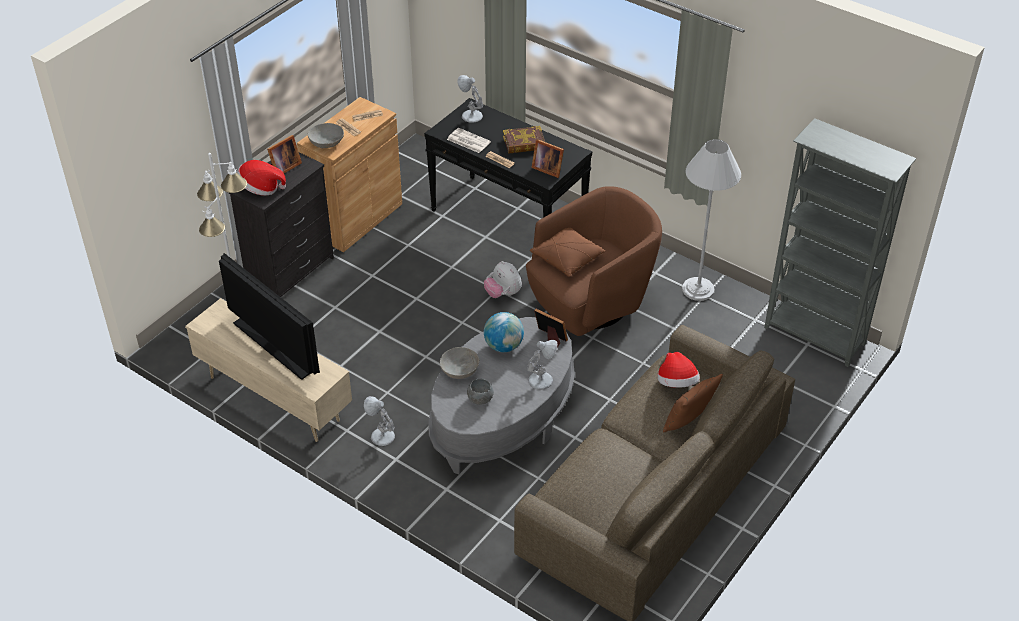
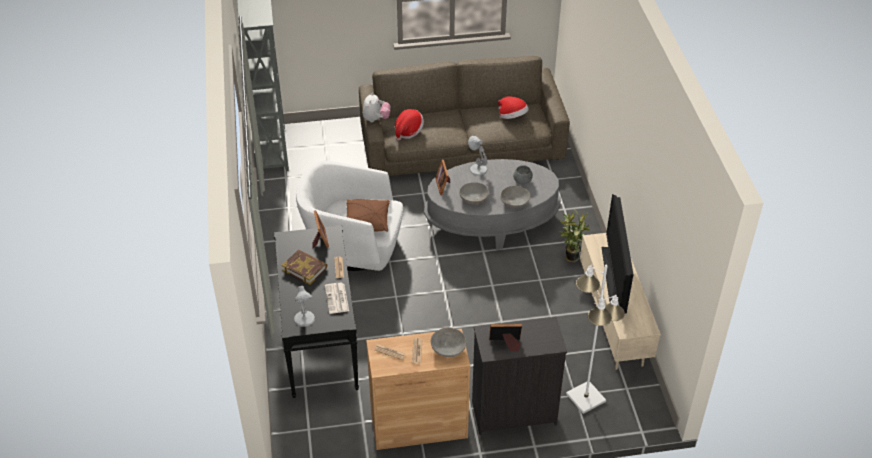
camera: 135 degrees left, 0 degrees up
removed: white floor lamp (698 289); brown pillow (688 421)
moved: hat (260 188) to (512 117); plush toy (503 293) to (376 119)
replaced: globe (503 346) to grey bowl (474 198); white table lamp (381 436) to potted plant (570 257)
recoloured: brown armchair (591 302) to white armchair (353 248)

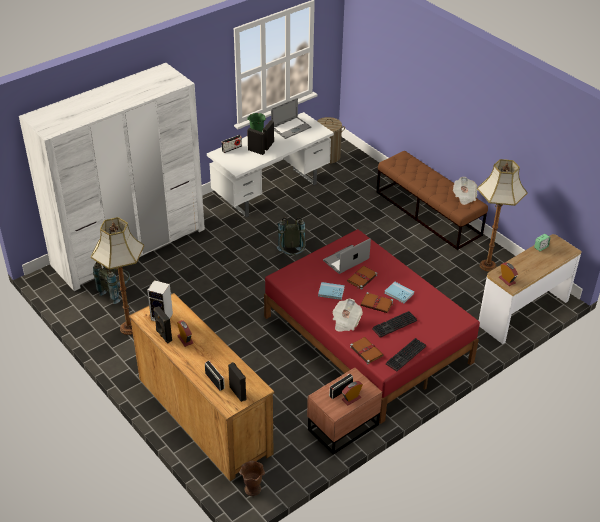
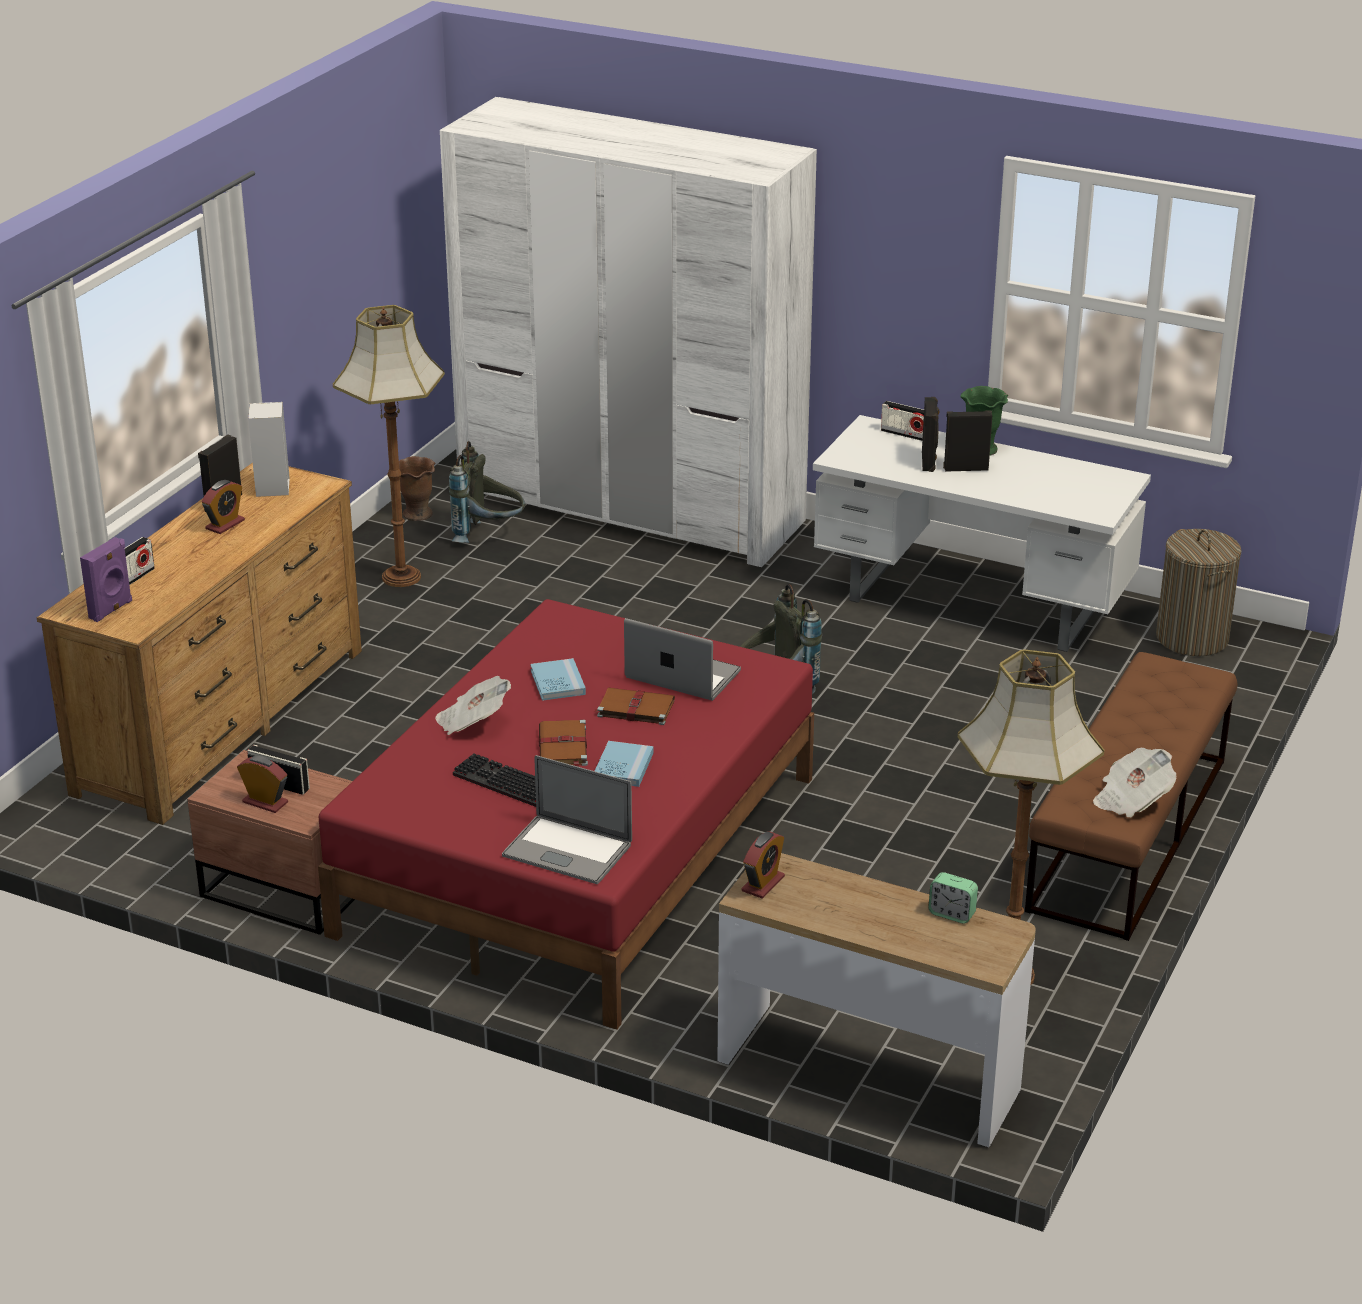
camera: 65 degrees right, 10 degrees down
removed: brown book (365 351); keyboard (406 356)
moved: laptop (291 128) to (567 850); brown vase (252 489) to (417 514)
recoloured: black speaker (238 393) to purple speaker (112 610)

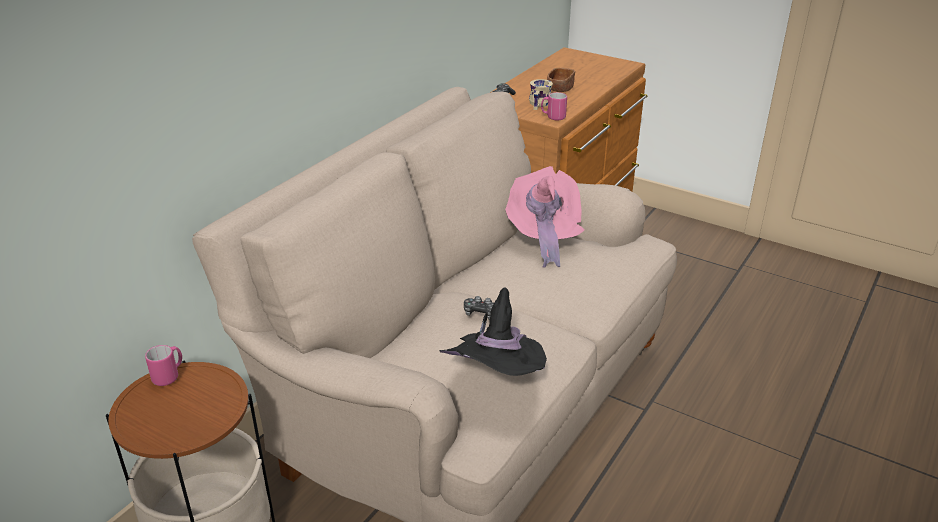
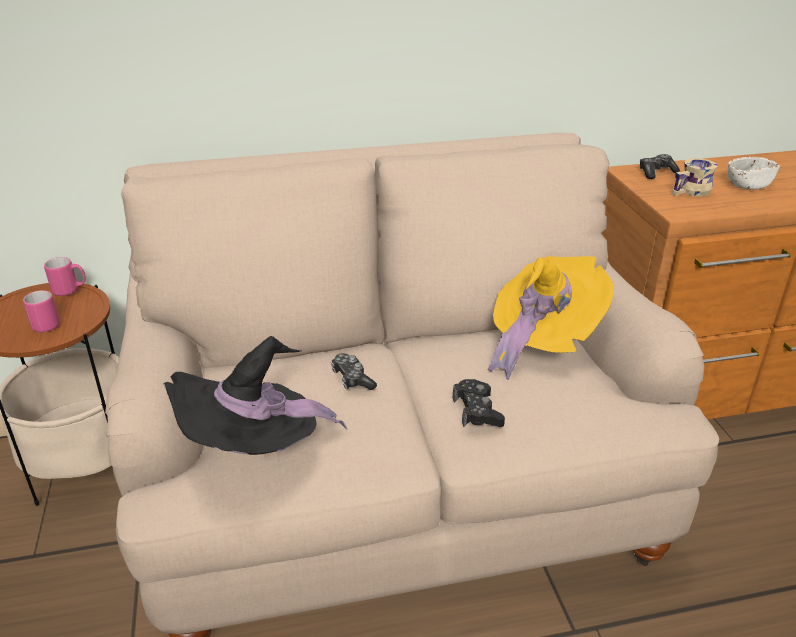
camera: 45 degrees right, 0 degrees up
added: black game controller (477 411)
moved: pink mug (553 117) to (45 324)
recoloured: brown bowl (560 89) to white bowl (748 185); pink hat (542 236) to yellow hat (541 340)

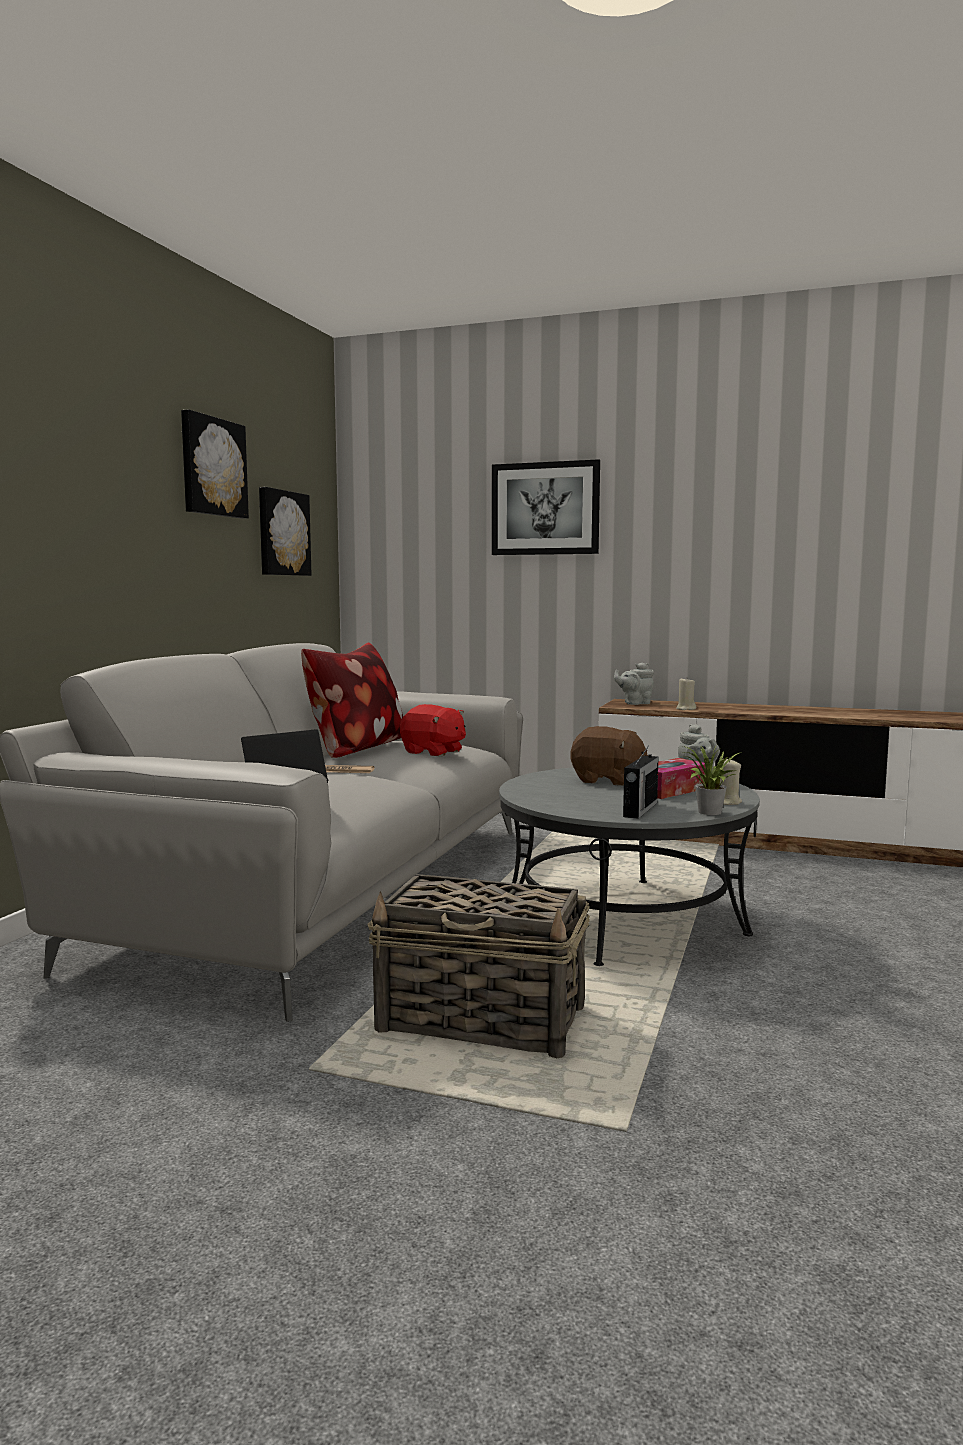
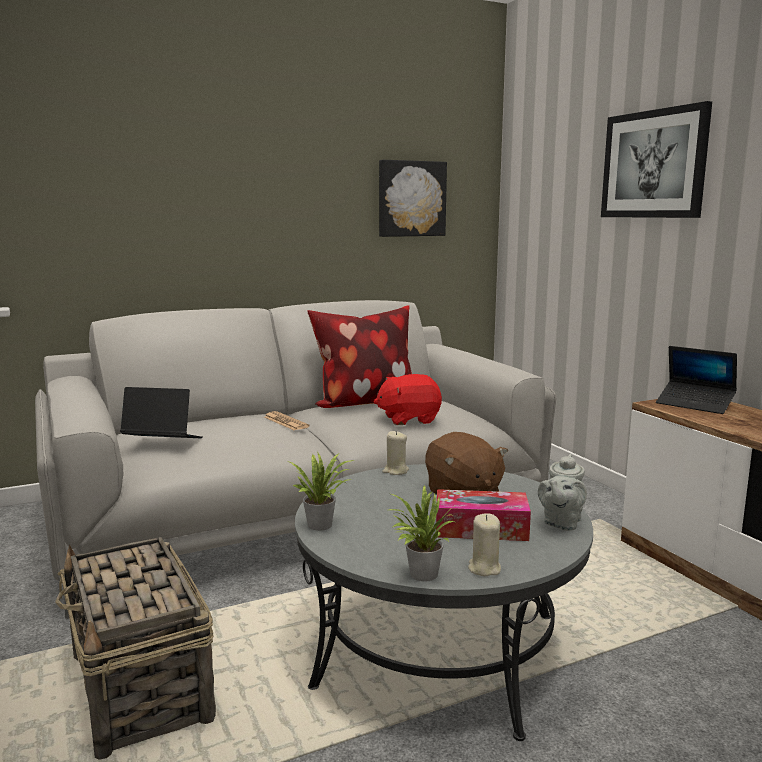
camera: 45 degrees right, 5 degrees up
removed: picture (212 467); radio (639 810)
added: potted plant (322 524)
moved: beige candle (685 709) to (395 471)
replaced: grey teapot (635 703) to laptop (695 404)
turned: red plush toy (433 752) = (408 419) 90 degrees clockwise

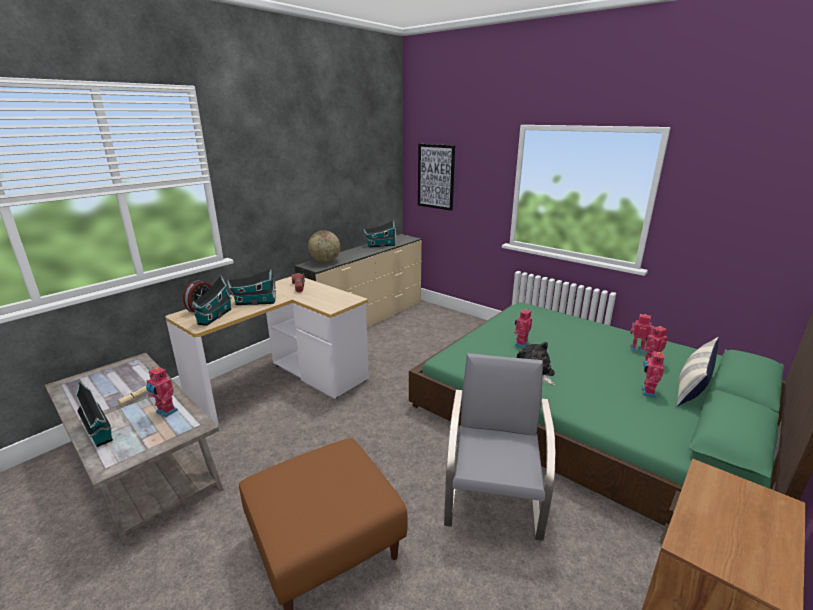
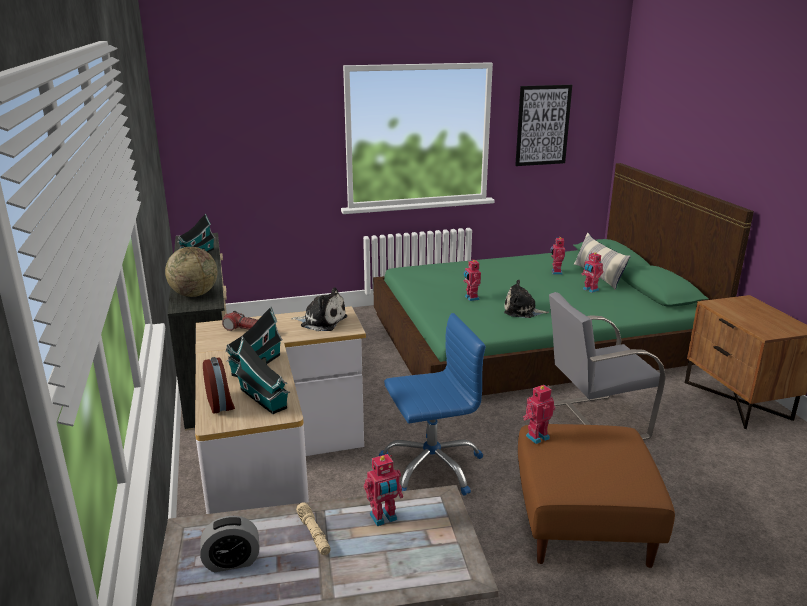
camera: 55 degrees left, 0 degrees up
removed: toy house (98 432)
added: plush toy (321 321); blue office chair (431 466); alarm clock (232 562)
moved: picture (436 176) to (542 125); toy robot (637 349) to (536 436)
turned: grey chair (493 501) = (594 420) 60 degrees counterclockwise

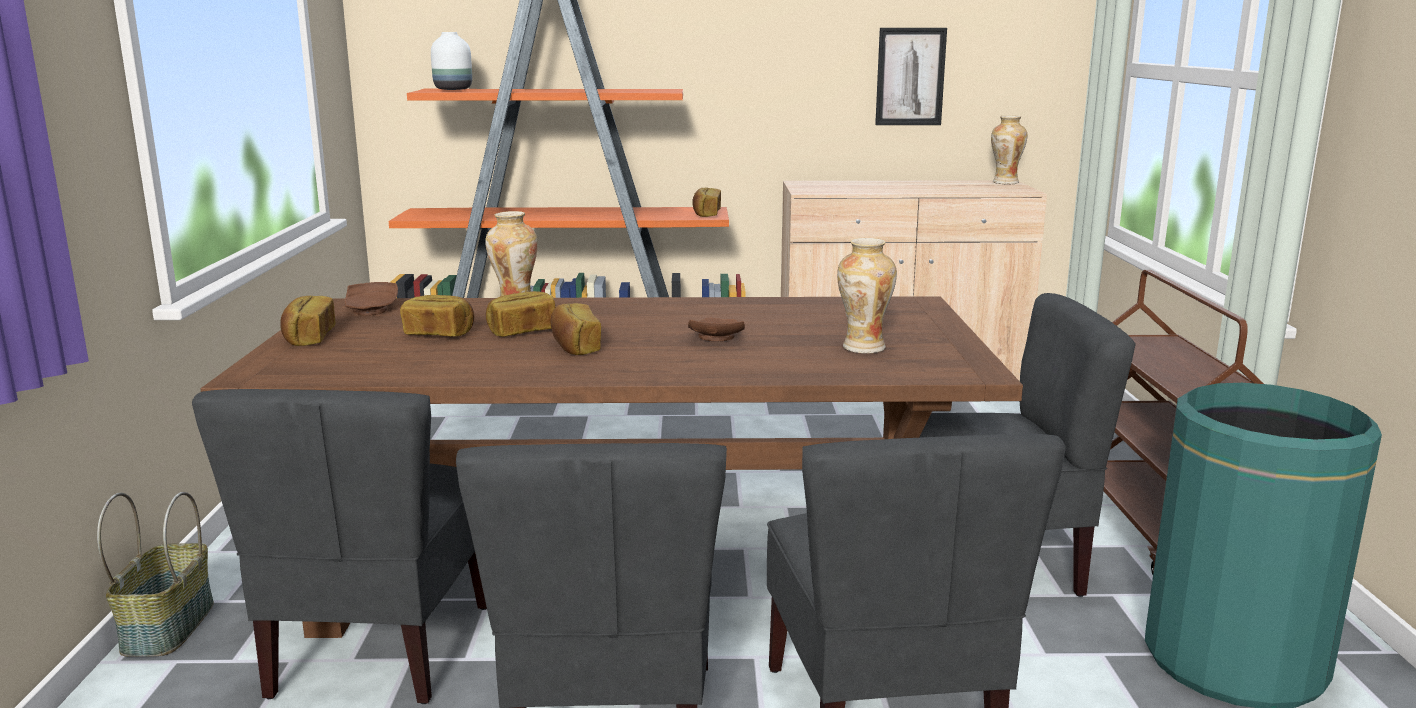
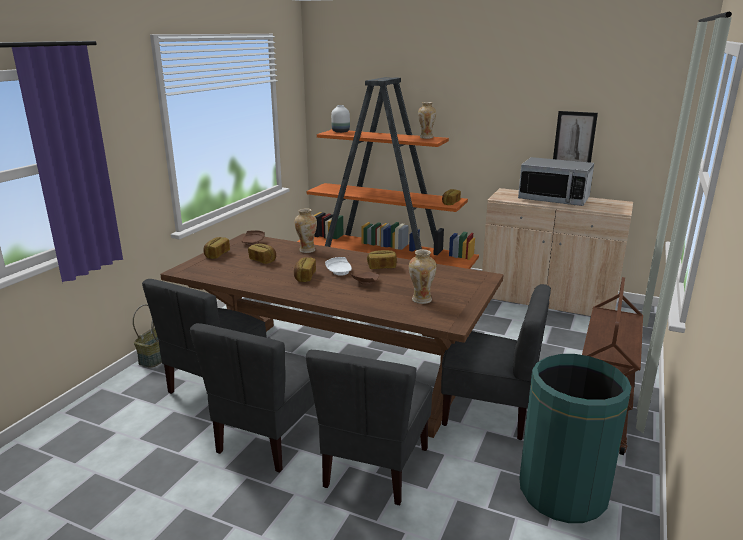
camera: 25 degrees right, 5 degrees up
added: microwave (554 199); white plate (340 271)
moved: vase (1005 182) to (426 137); bread (522 331) to (382 267)

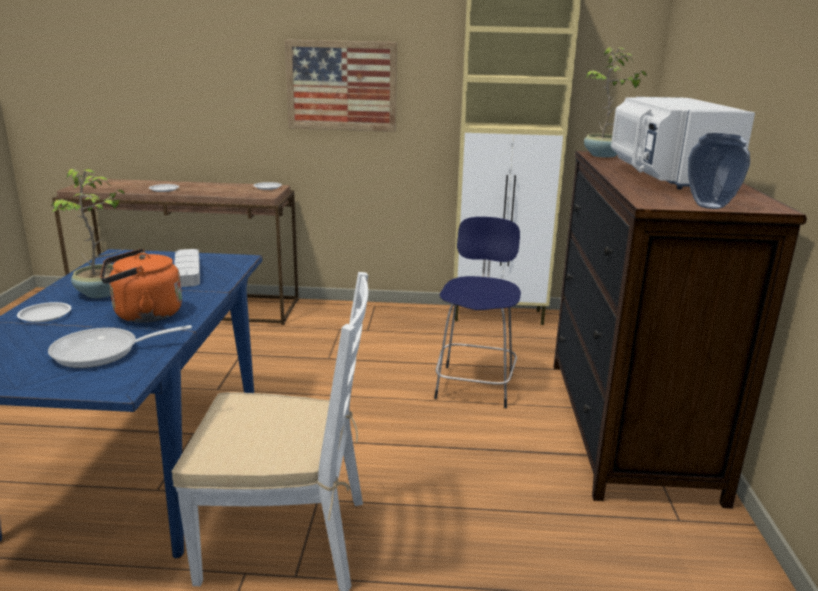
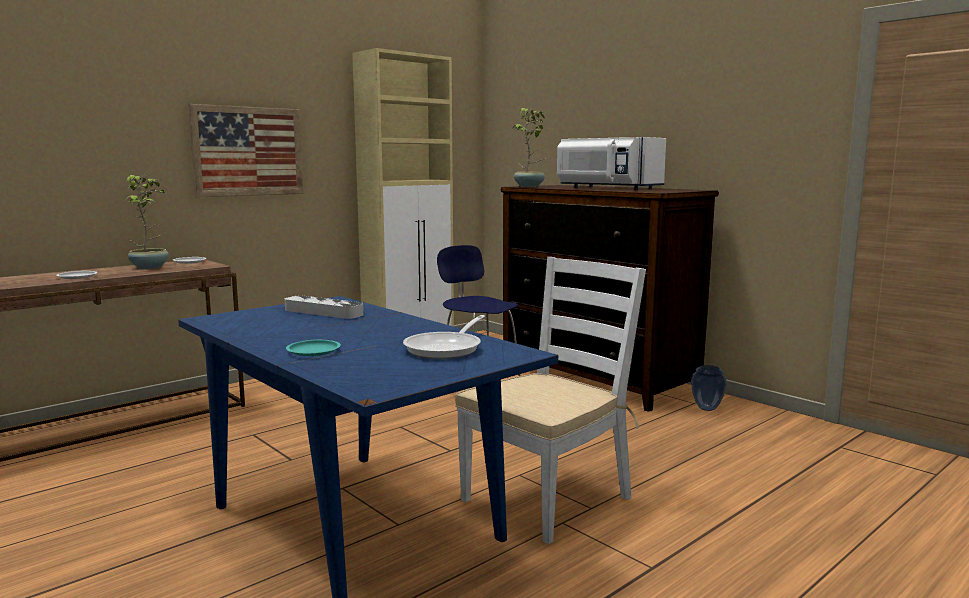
camera: 45 degrees left, 10 degrees down
removed: orange kettle (143 315)
moved: vase (709 206) to (706 408); potted plant (102 293) to (150 267)
recoloured: white plate (45 315) to turquoise plate (313 351)

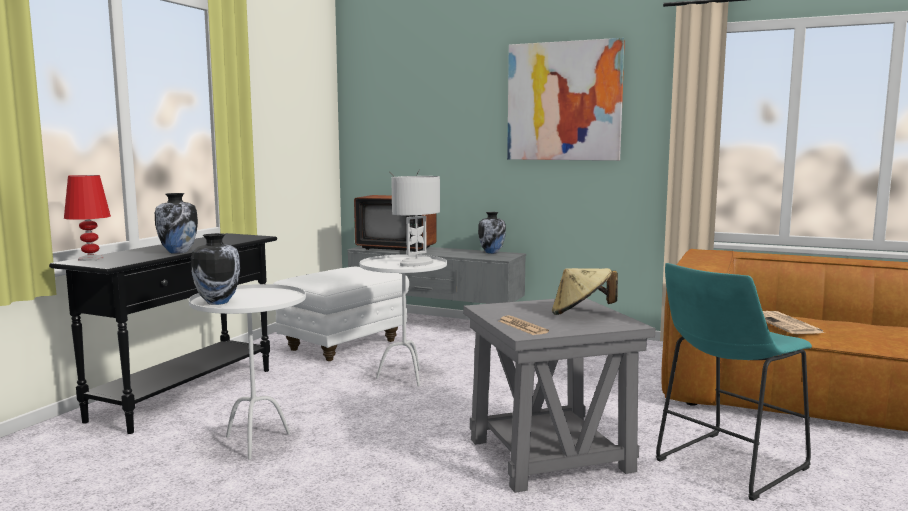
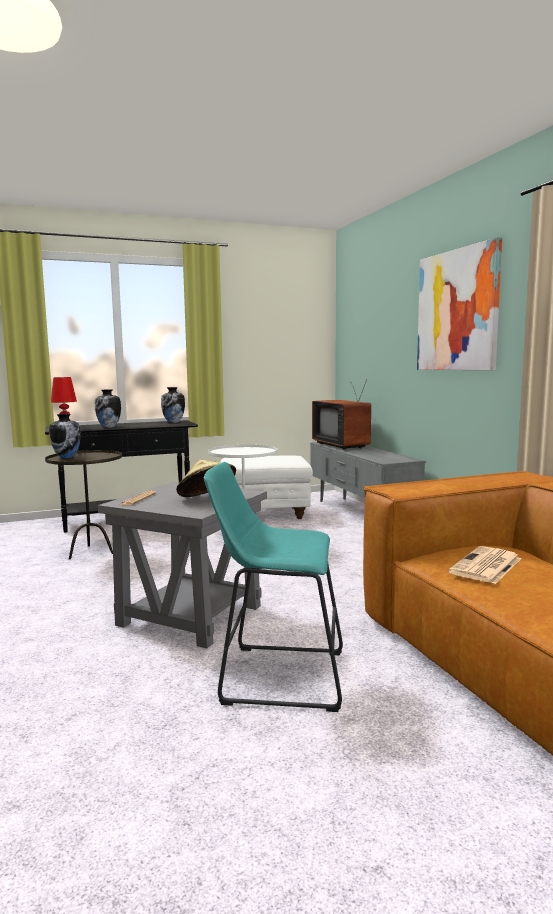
camera: 45 degrees right, 0 degrees up
removed: white table lamp (416 264)
moved: vase (492 252) to (173 422)
recoloured: white side table (255 443) to brown side table (90 552)

